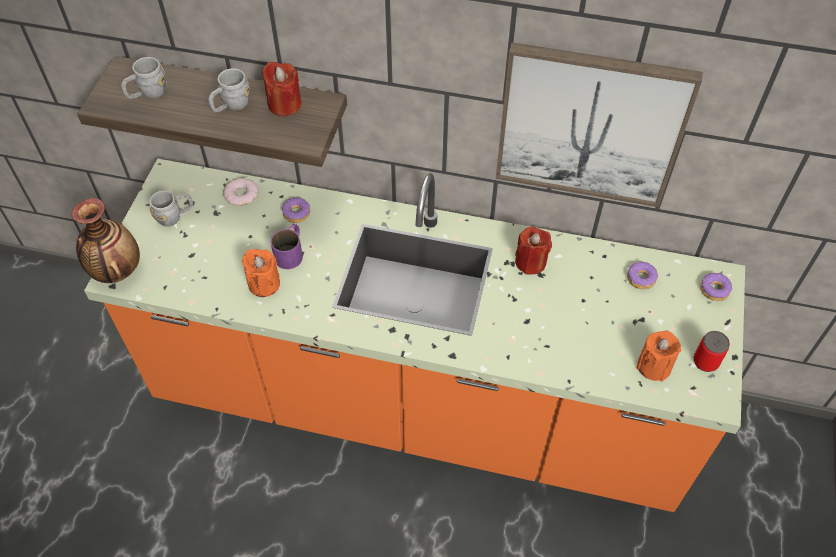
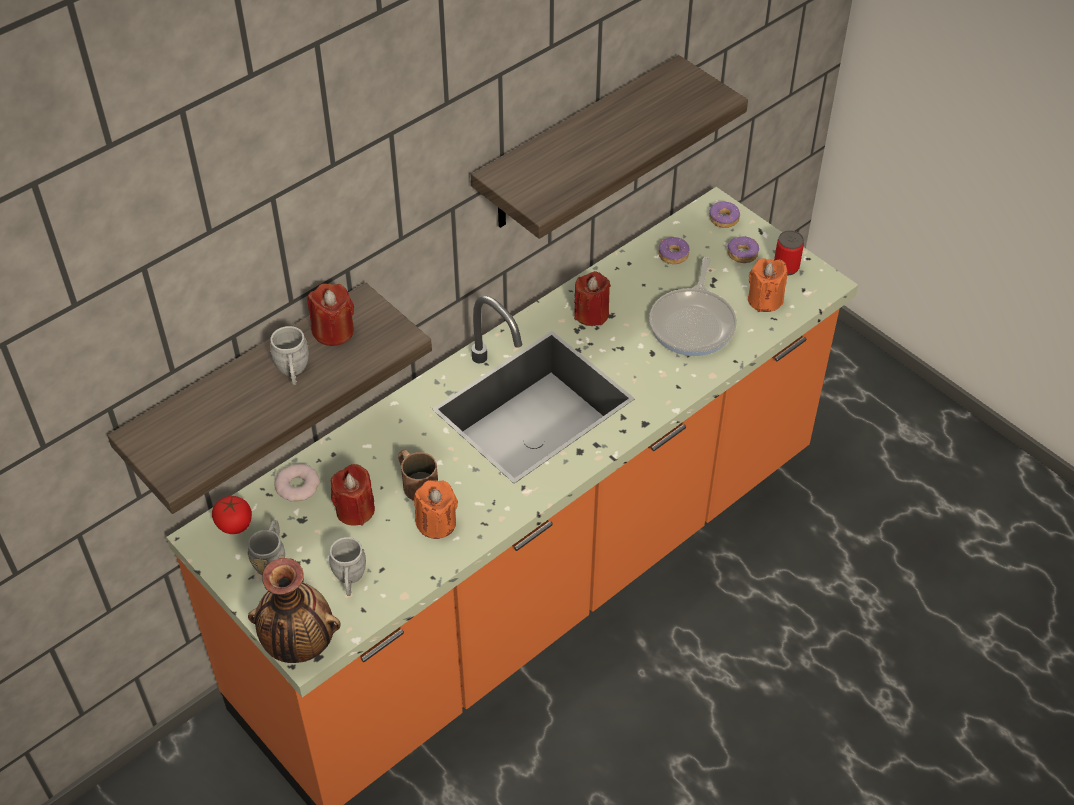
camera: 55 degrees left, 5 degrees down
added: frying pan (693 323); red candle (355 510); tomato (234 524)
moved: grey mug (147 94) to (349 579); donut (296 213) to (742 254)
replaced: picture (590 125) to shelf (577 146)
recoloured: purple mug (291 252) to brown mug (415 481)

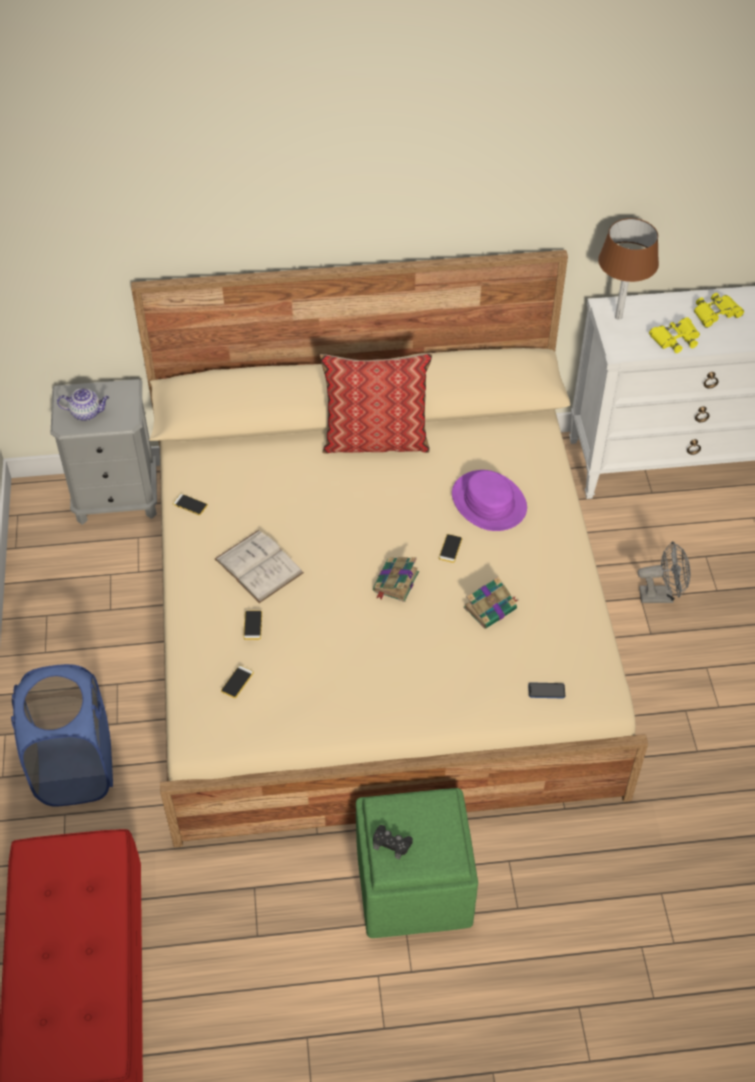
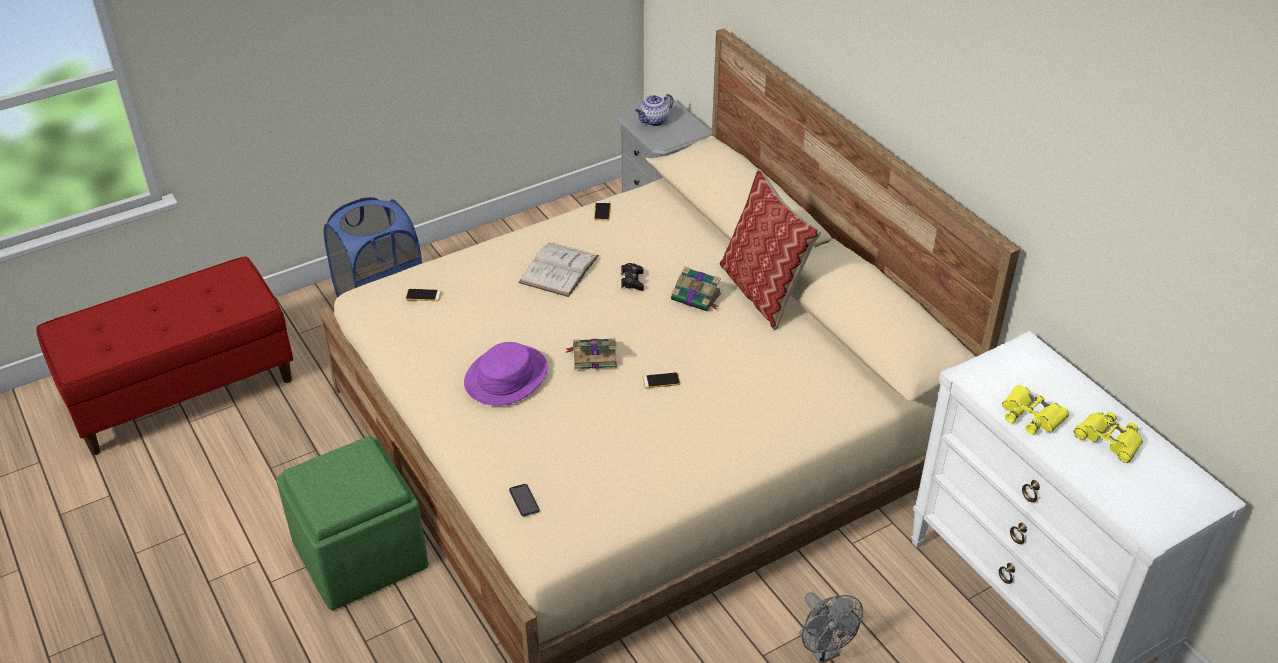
camera: 65 degrees right, 10 degrees down
removed: brown table lamp (618 317); phone (253 625)
moved: purple hat (488 502) to (506 376); book (491 608) to (697 297); black game controller (391 843) to (632 281)
turned: teapot (87 413) = (654 121) 75 degrees clockwise

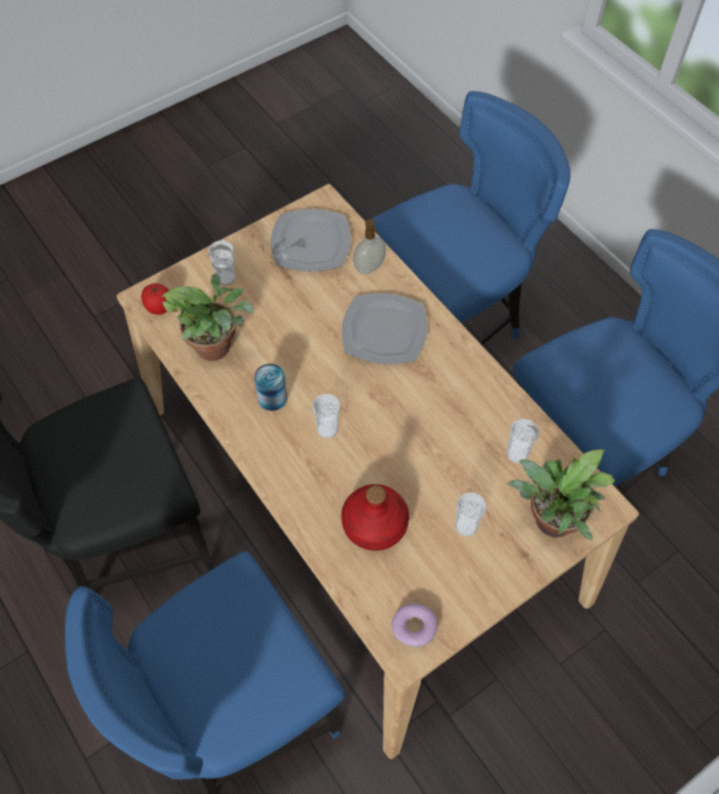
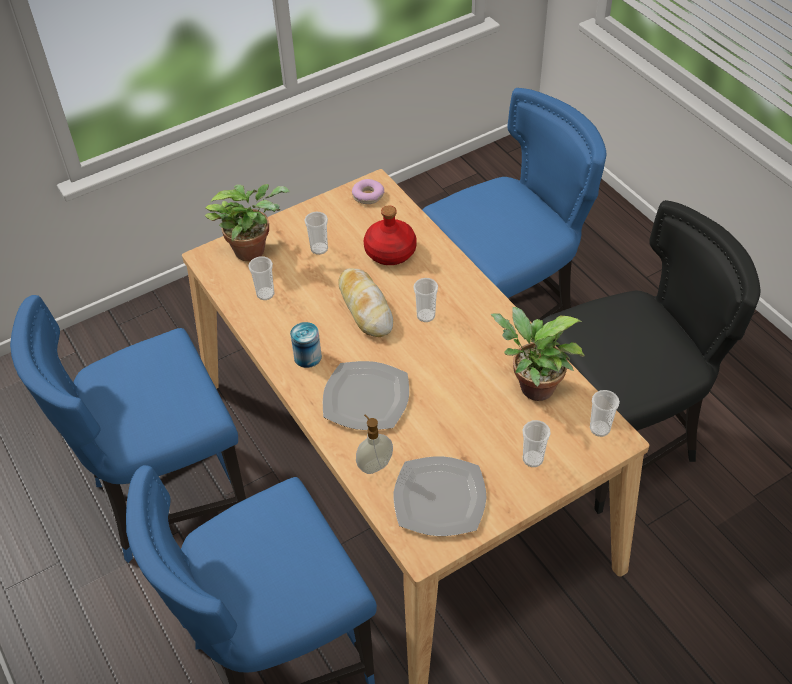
camera: 175 degrees left, 10 degrees down
added: bread (365 307)
moved: can (272 397) to (307 357)
replaced: tomato (159 307) to cup (599 428)

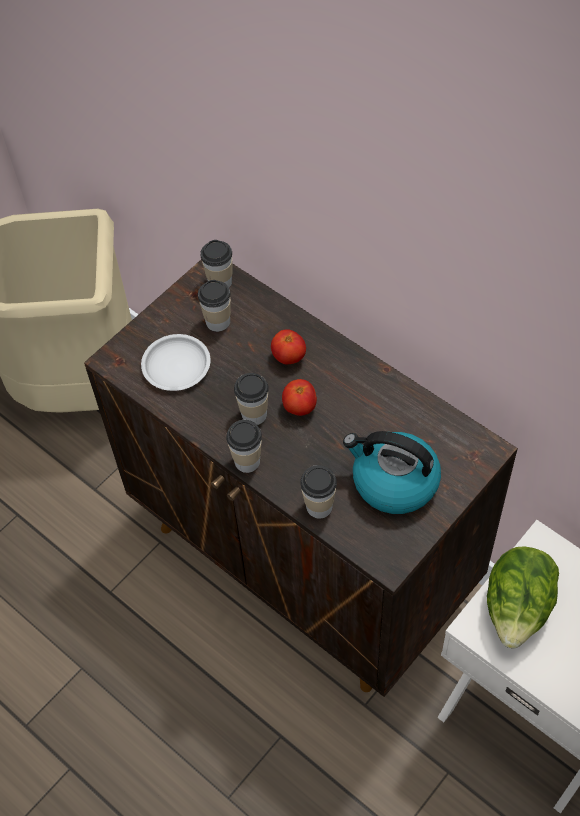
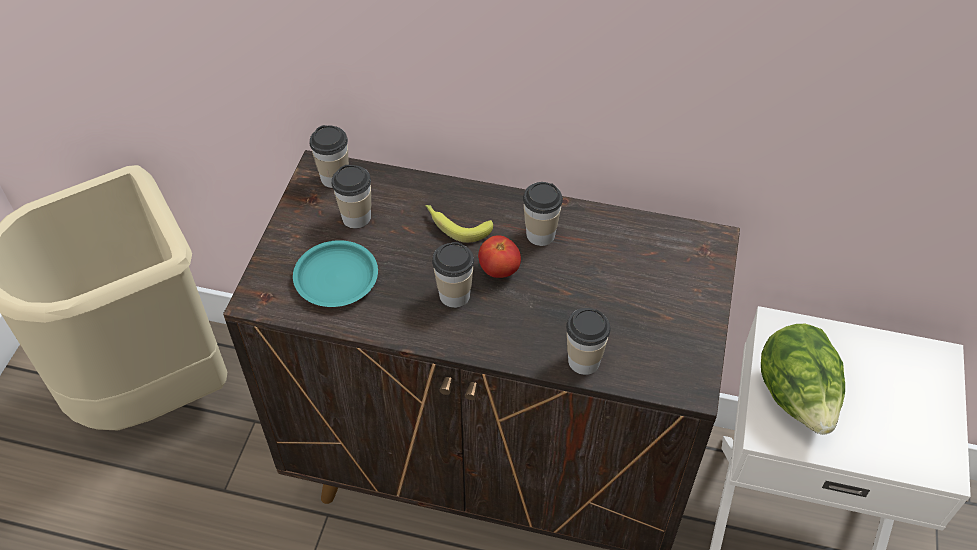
camera: 30 degrees left, 5 degrees down
removed: kettle (393 482)
moved: cup (247 461) to (540 234)
replaced: tomato (289 357) to banana (456 225)
recoloured: white plate (177 366) to turquoise plate (337 278)

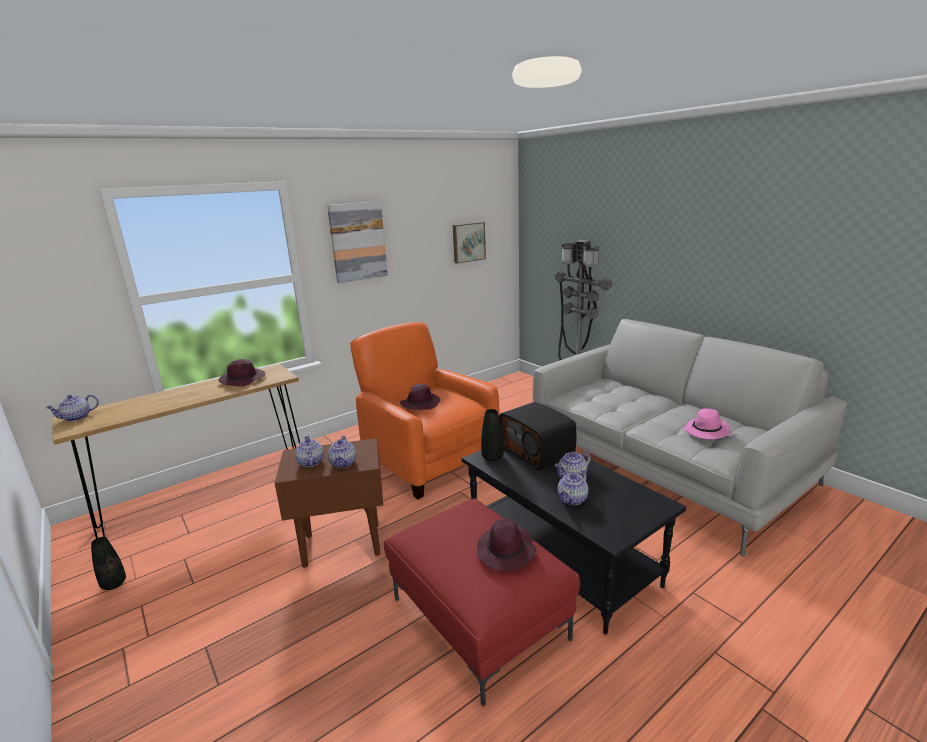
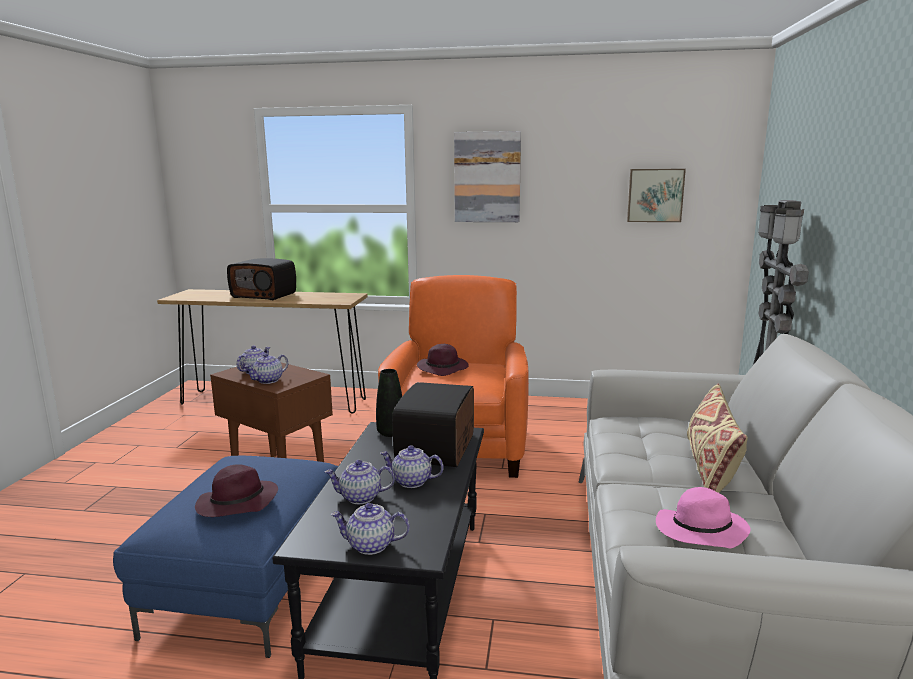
camera: 45 degrees right, 5 degrees down
removed: purple hat (243 379); black vase (114 584)
added: radio (265 295); beige pillow (710 468)
moved: teapot (76 418) to (370 545)
recoloured: red ottoman (476 618) to blue ottoman (248 583)

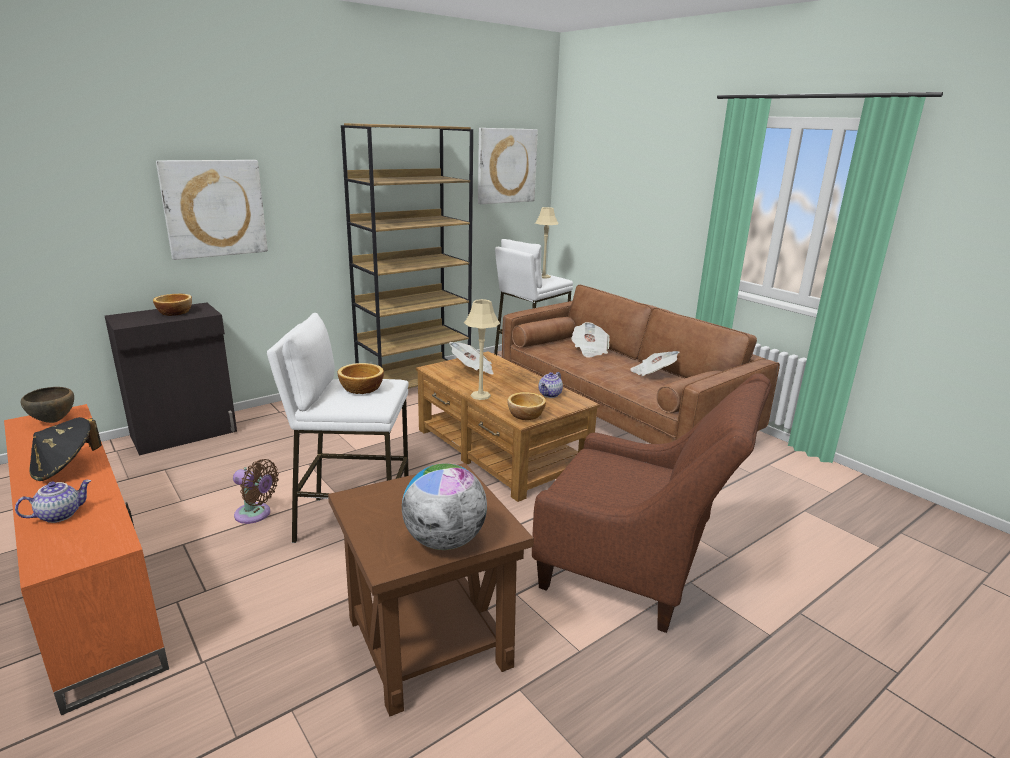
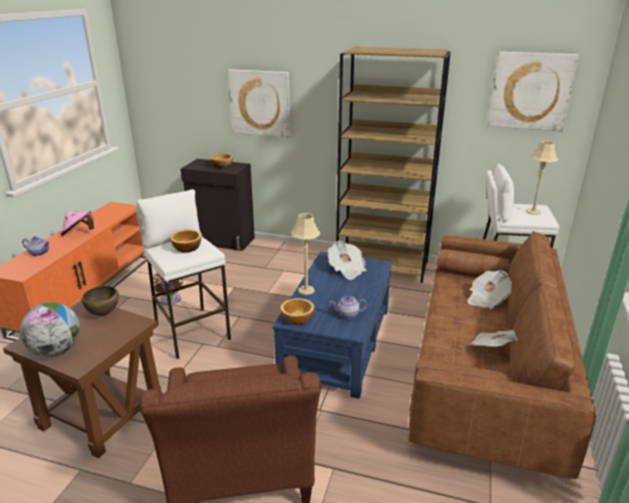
camera: 55 degrees right, 5 degrees up
moved: brown bowl (54 421) to (104 314)
recoloured: brown coffee table (500 450) to blue coffee table (336 343); black hat (66 467) to pink hat (78 233)

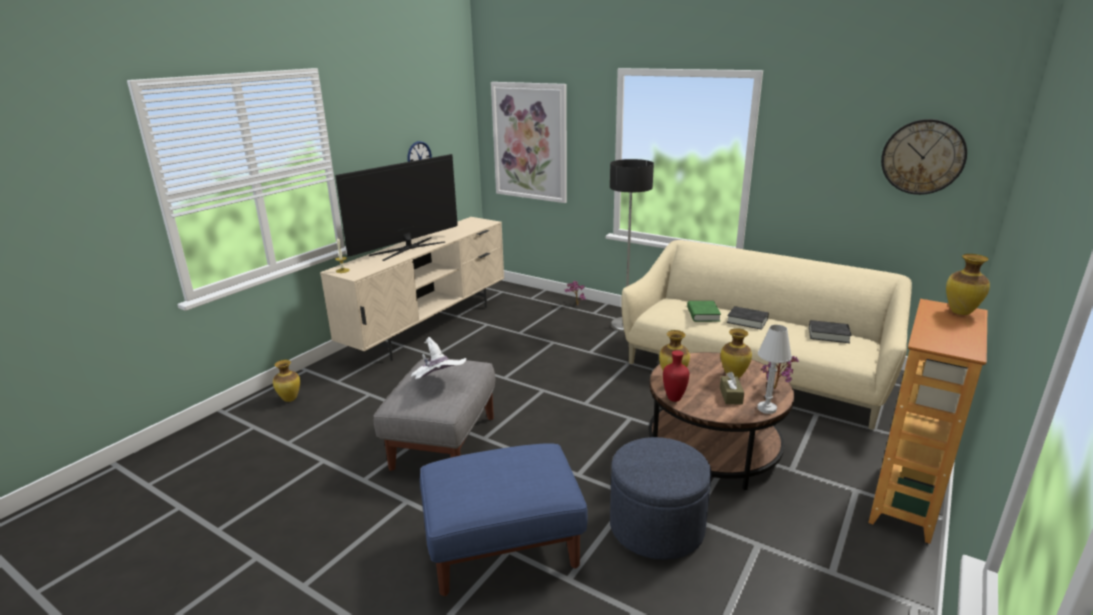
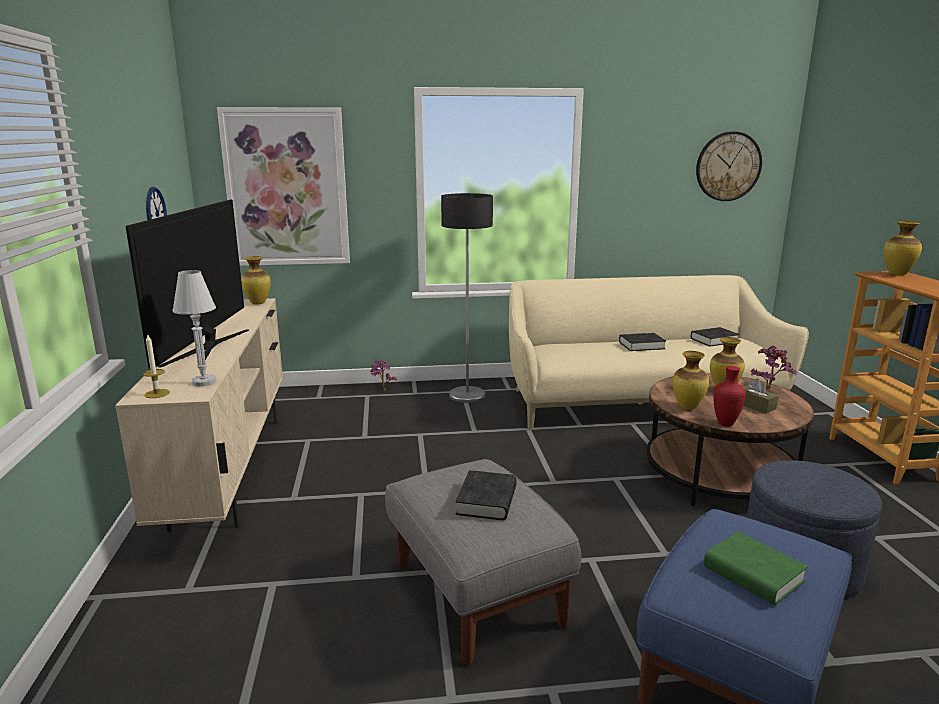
camera: 40 degrees left, 5 degrees down
moved: green book (703 314) to (753 574); white table lamp (767 408) to (204 382); vase (289 399) to (257 303)
replaced: white hat (439 384) to black book (487 501)

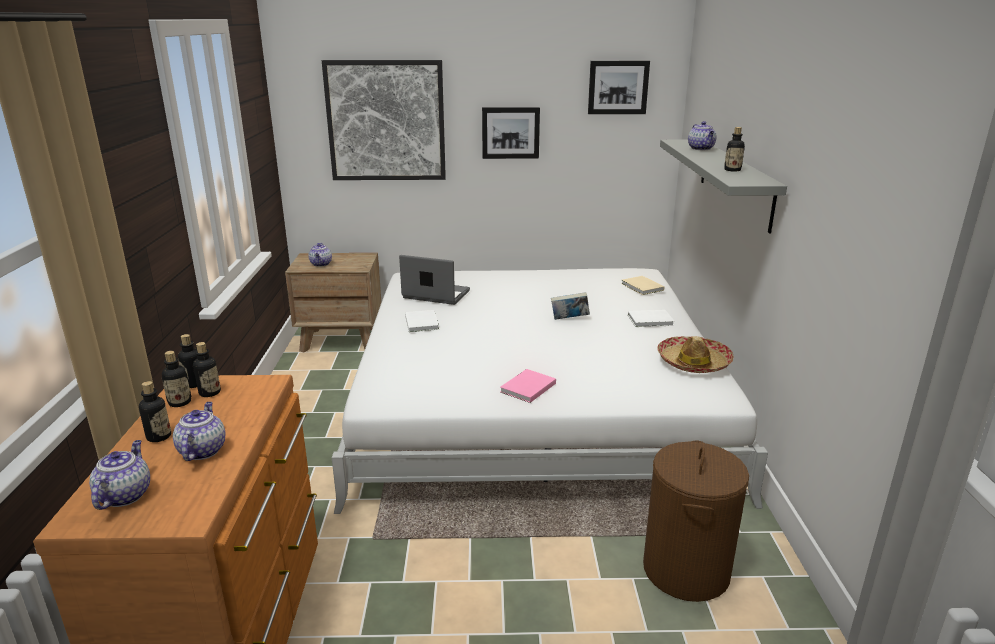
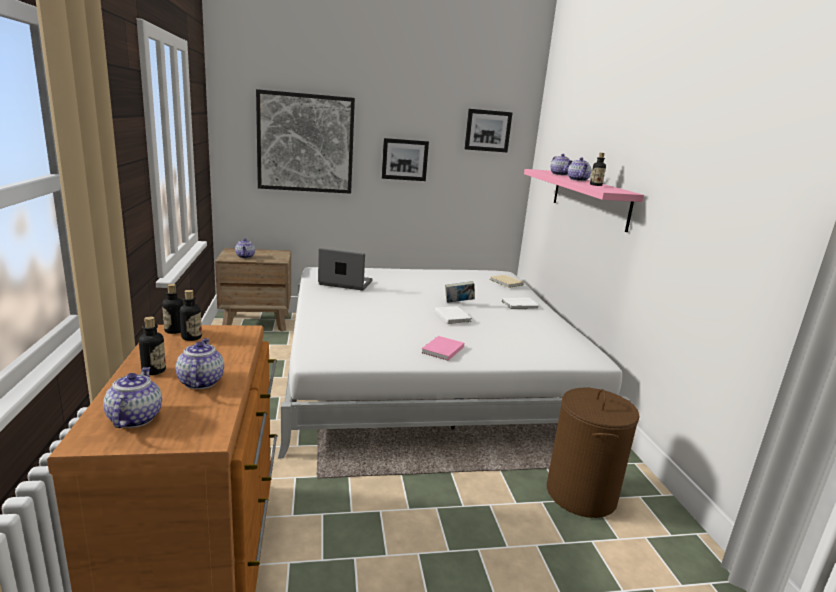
camera: 10 degrees left, 5 degrees down
removed: hat (693 363); bottle (180 402)
added: teapot (578 180)
moved: white book (422 322) to (452 316)
recoloured: grey shelf (735 181) to pink shelf (589 198)

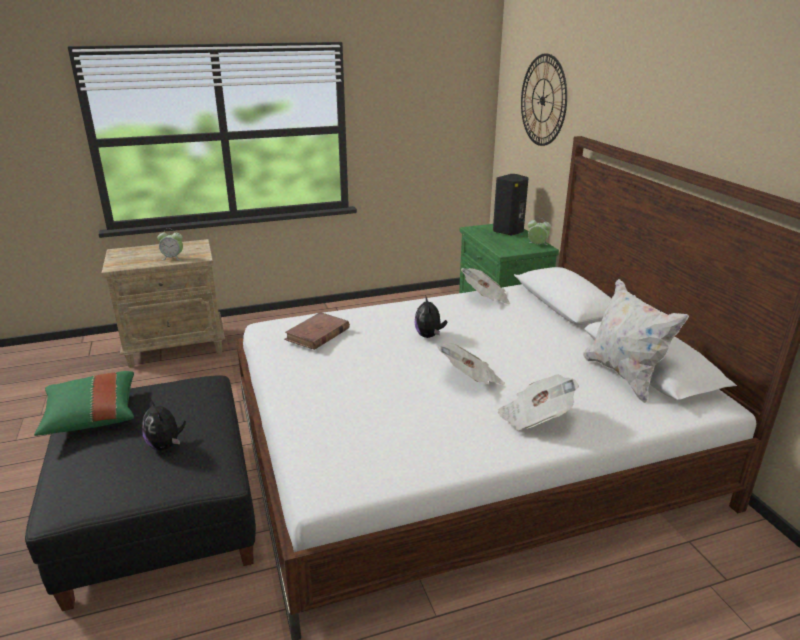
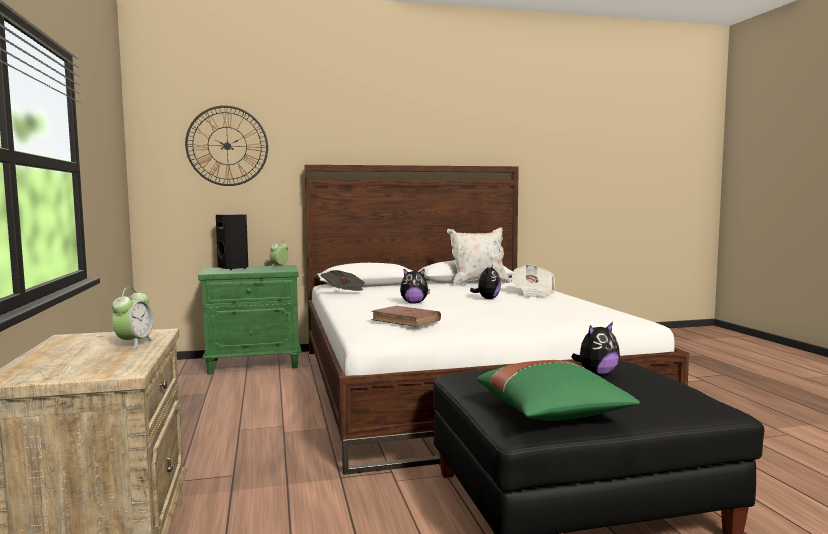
camera: 85 degrees left, 20 degrees down
replaced: newspaper (470 380) to plush toy (487 299)

